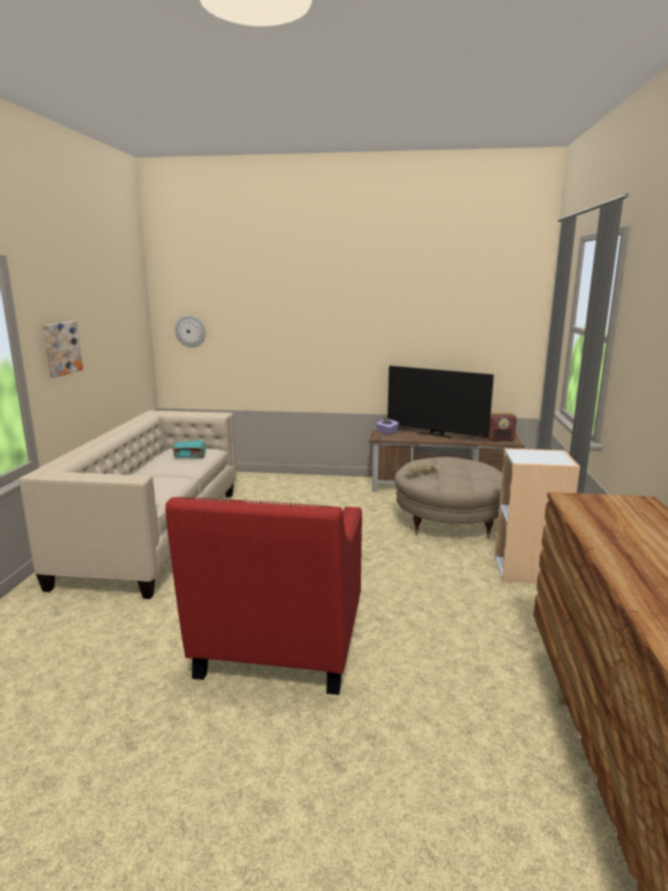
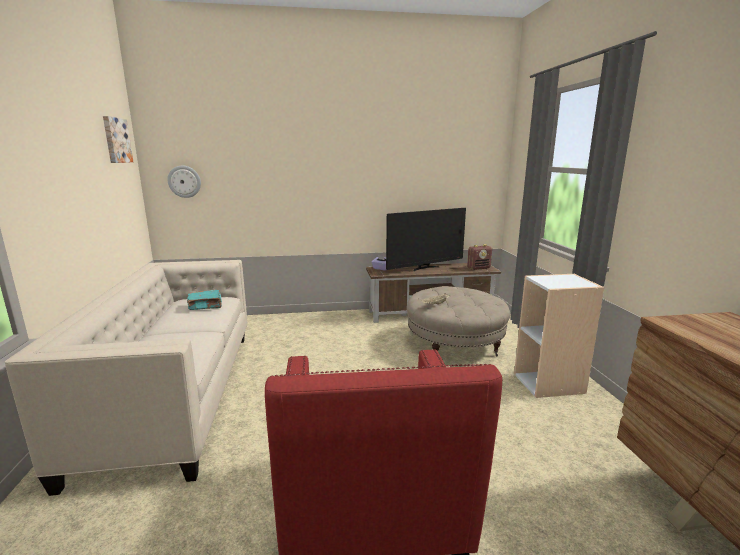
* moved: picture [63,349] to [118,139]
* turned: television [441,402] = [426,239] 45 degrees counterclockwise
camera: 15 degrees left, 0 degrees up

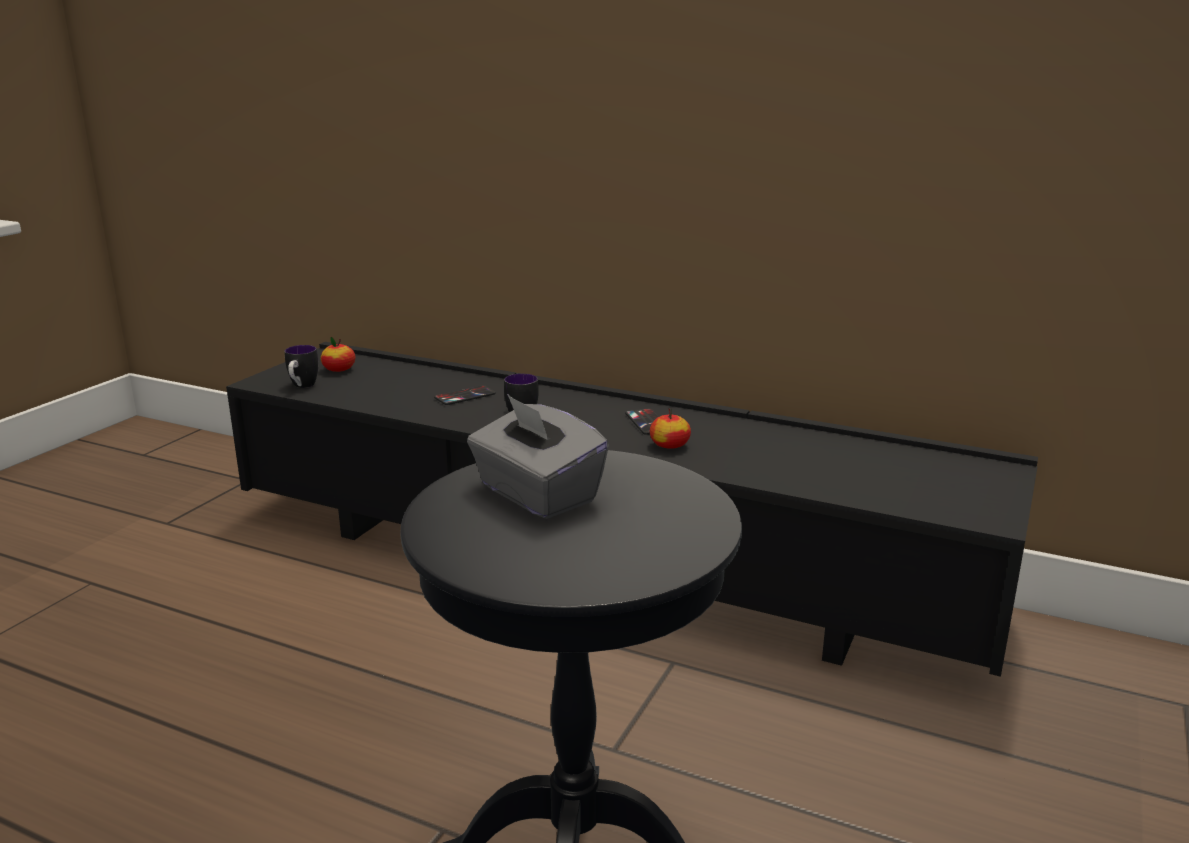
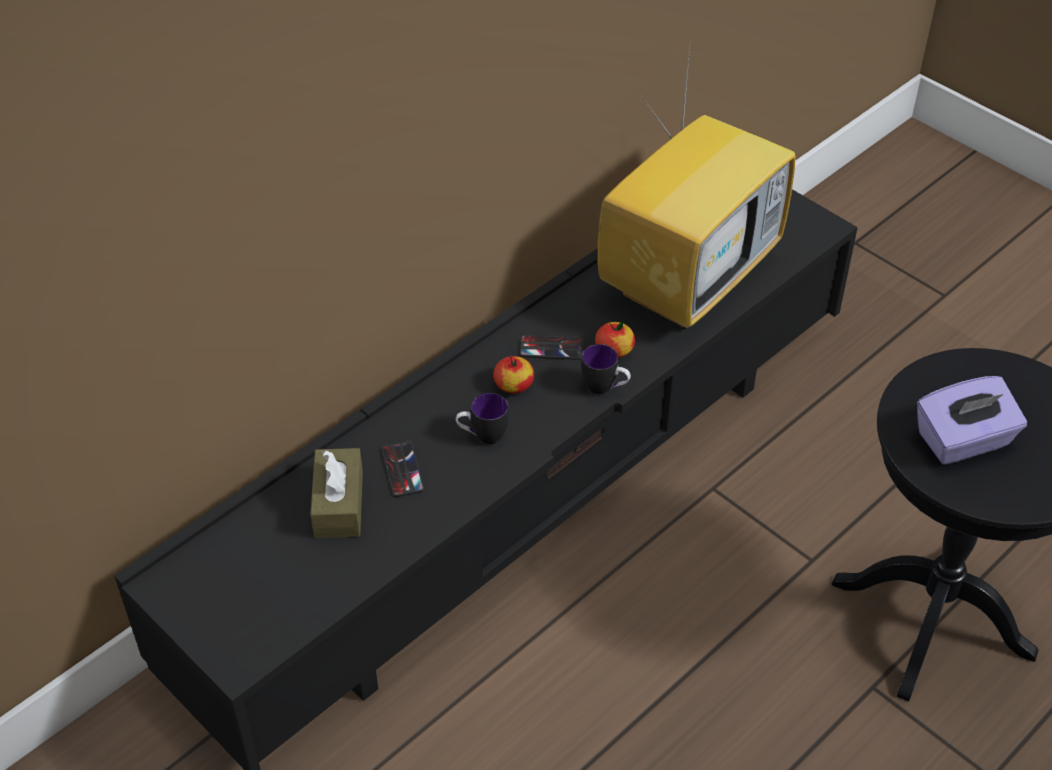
* added: brown tissue box [336,493]
* added: television [697,183]
* moved: mug [301,366] to [606,369]
* moved: apple [338,354] to [513,374]
* recoloured: grey tissue box [538,456] to purple tissue box [972,420]
camera: 70 degrees left, 25 degrees up

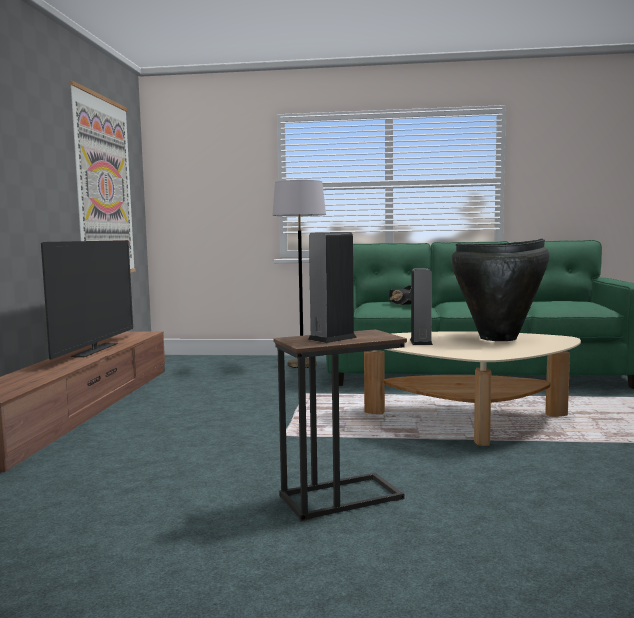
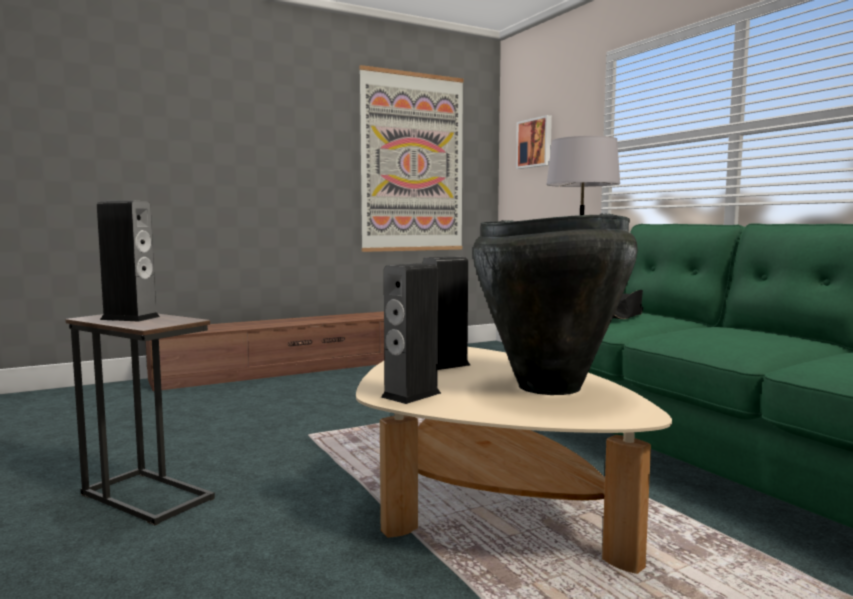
* removed: television [87,300]
* added: speaker [411,333]
* added: picture [534,142]
camera: 55 degrees right, 0 degrees up

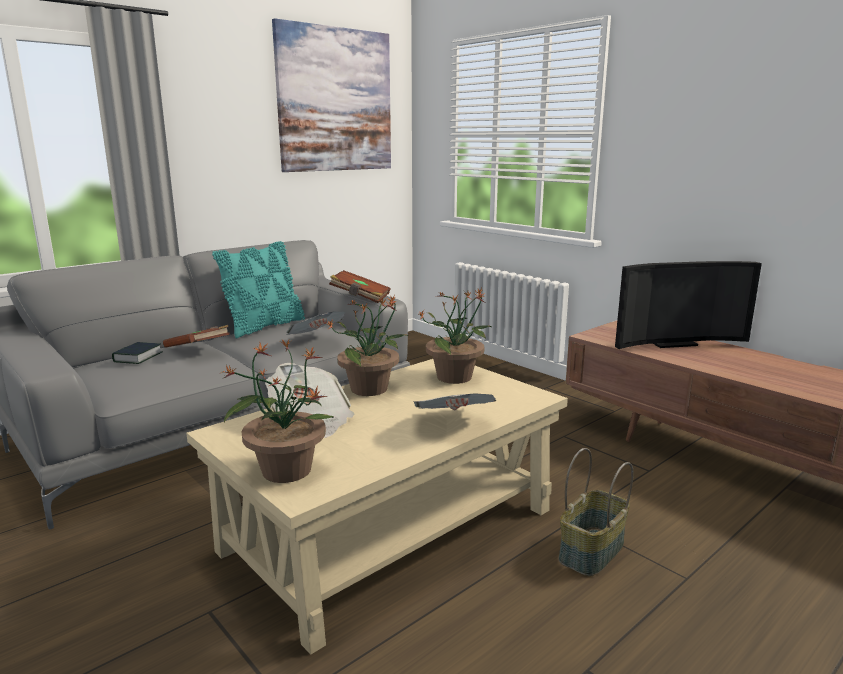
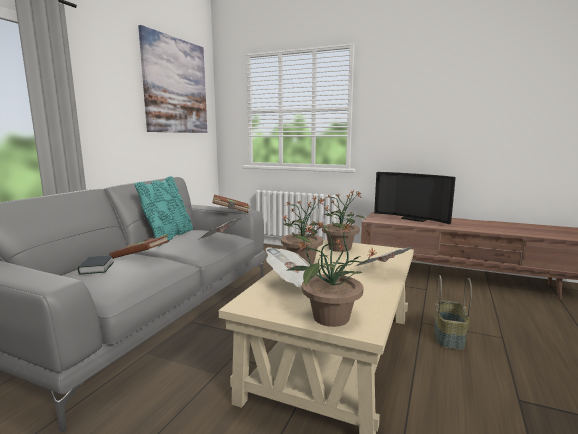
* turned: television [688,305] = [415,198] 75 degrees clockwise
camera: 25 degrees left, 5 degrees down

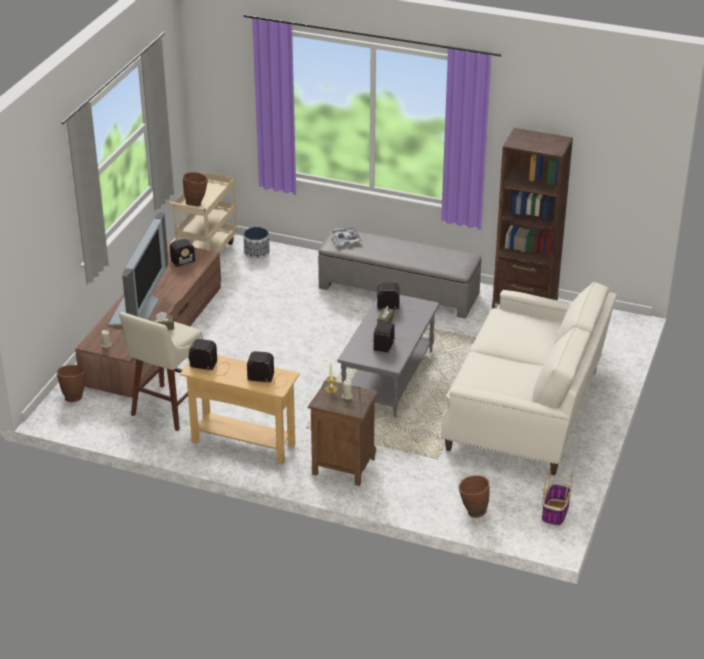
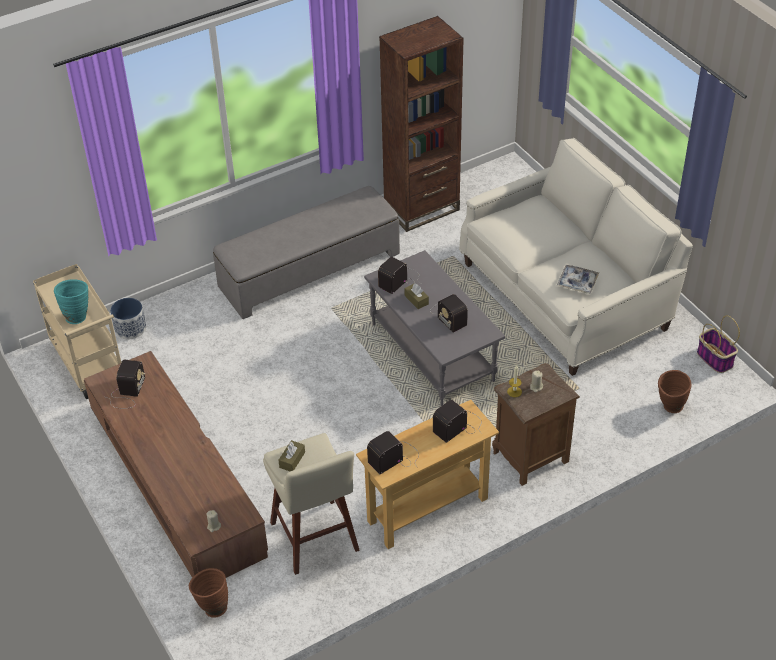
* removed: television [138,269]
* moved: tray [346,236] to [578,279]
* recoloured: brown vase [195,189] to turquoise vase [71,301]
camera: 50 degrees left, 10 degrees up

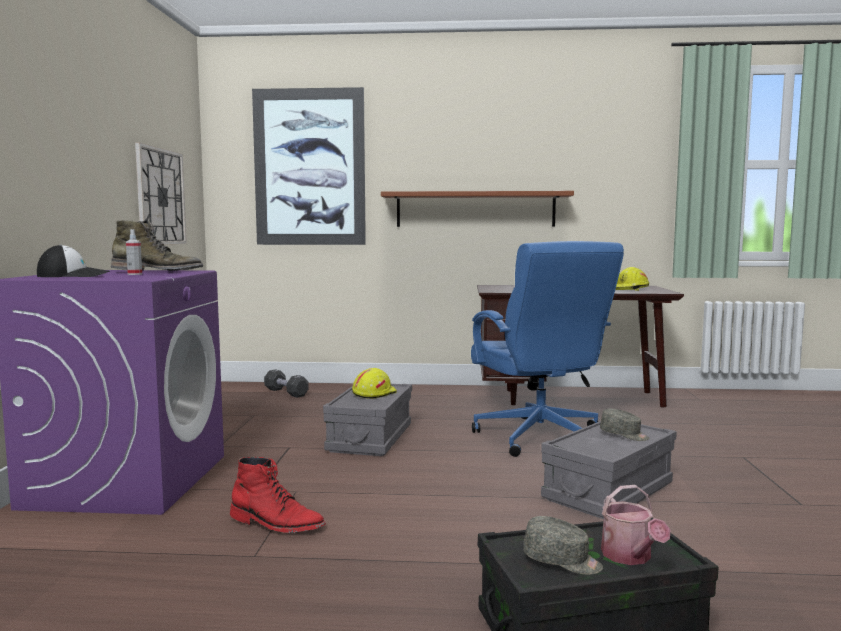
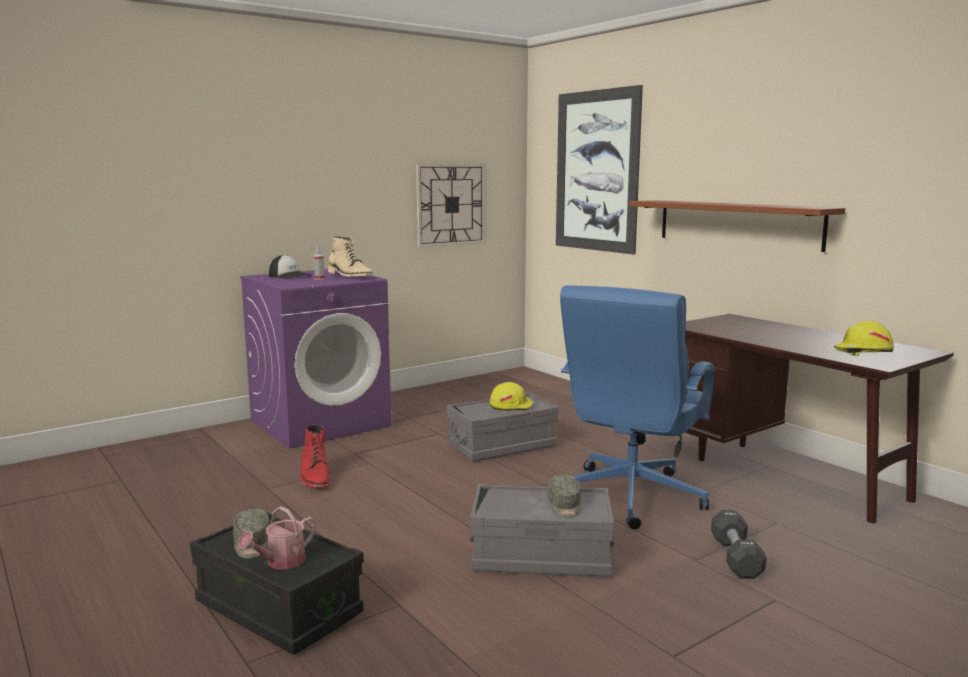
* moved: black dumbbell [286,383] to [739,544]
* recoloured: green boot [157,245] to beige boot [351,256]
camera: 50 degrees right, 5 degrees up

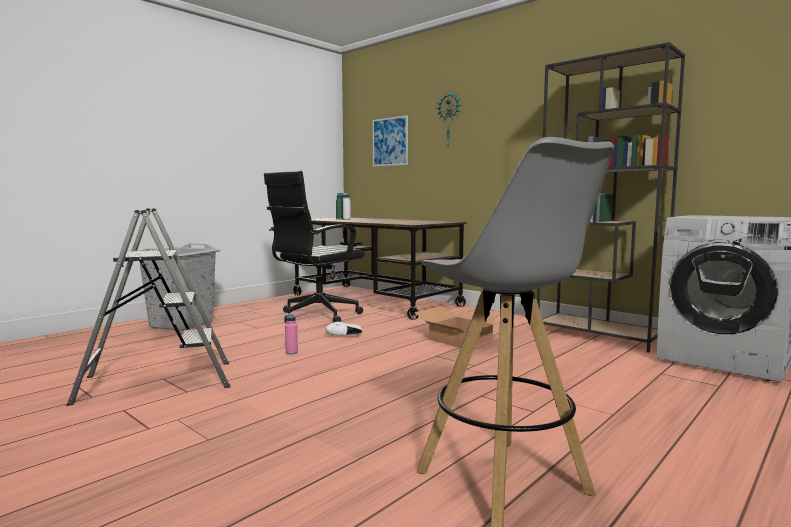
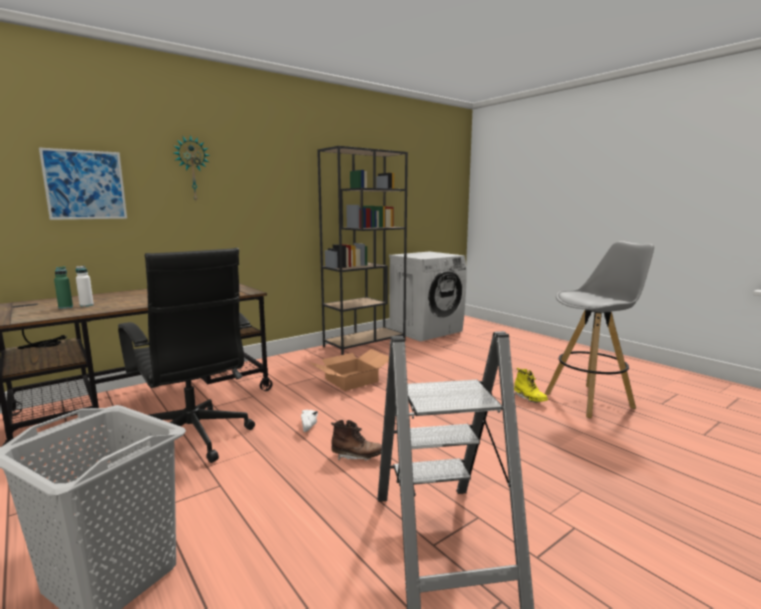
* added: yellow boot [531,385]
* replaced: pink bottle [291,334] to brown boot [356,440]
camera: 80 degrees left, 5 degrees up

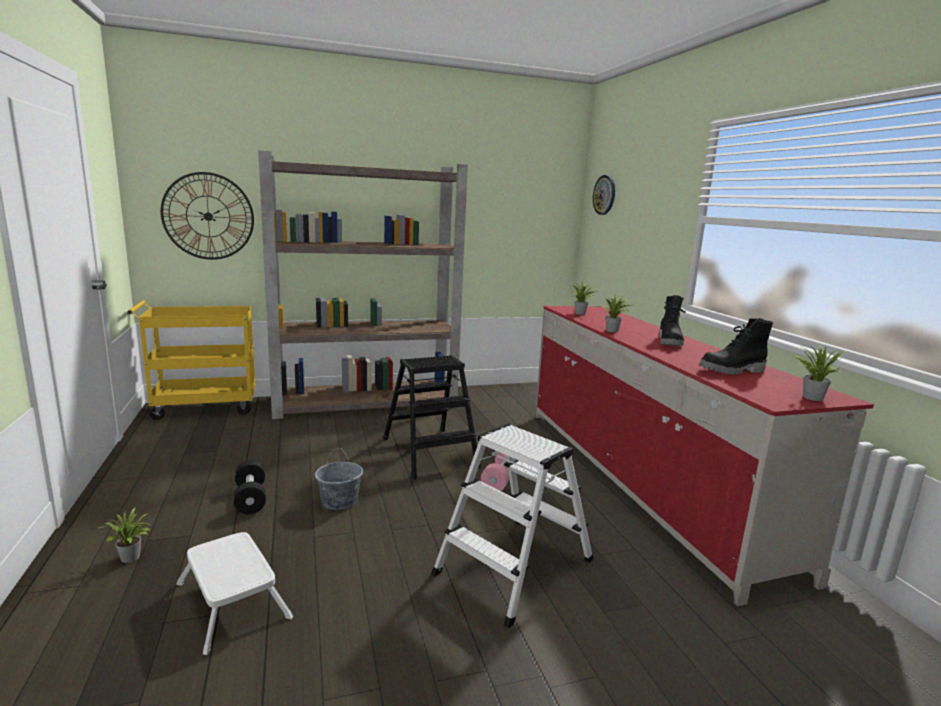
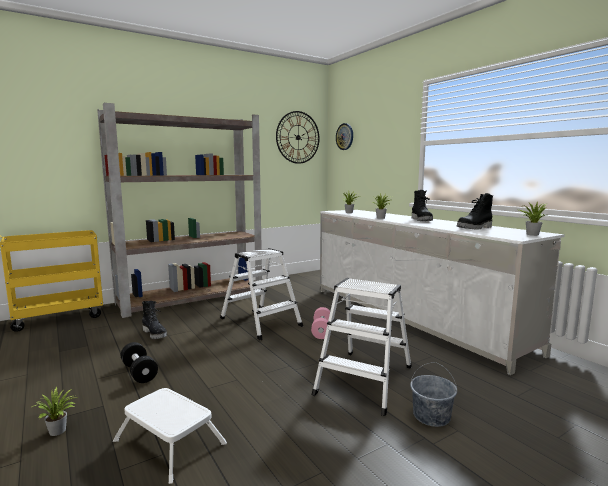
* added: black boot [154,320]
* moved: wall clock [207,216] to [297,137]
* moved: grey bucket [339,479] to [433,394]
* recoloured: black step ladder [432,417] to white step ladder [261,294]
* recoloured: red cabinet [705,456] to white cabinet [442,292]
camera: 15 degrees left, 5 degrees down

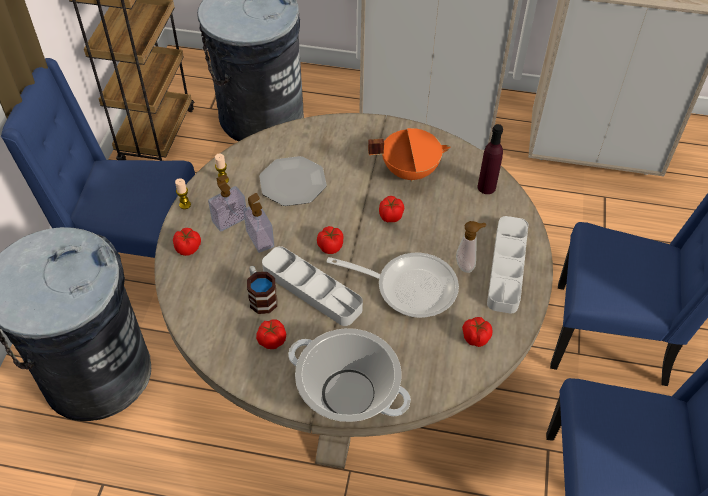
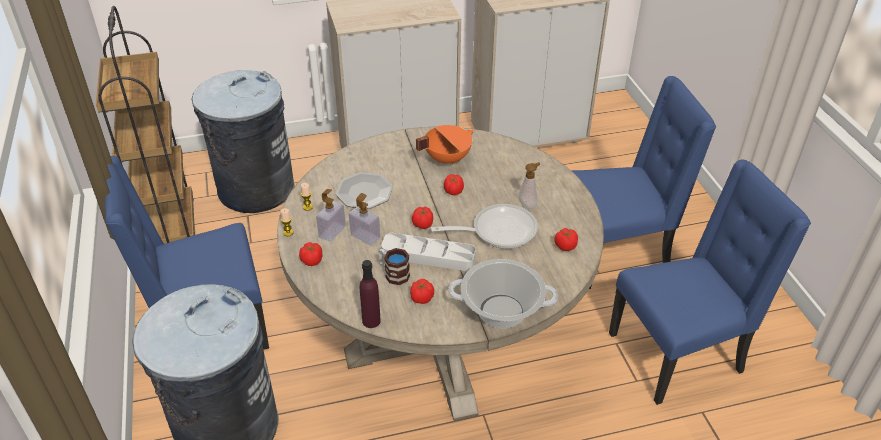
* removed: grey tray [508,265]
* moved: purple bottle [490,159] to [370,294]
camera: 25 degrees left, 10 degrees down

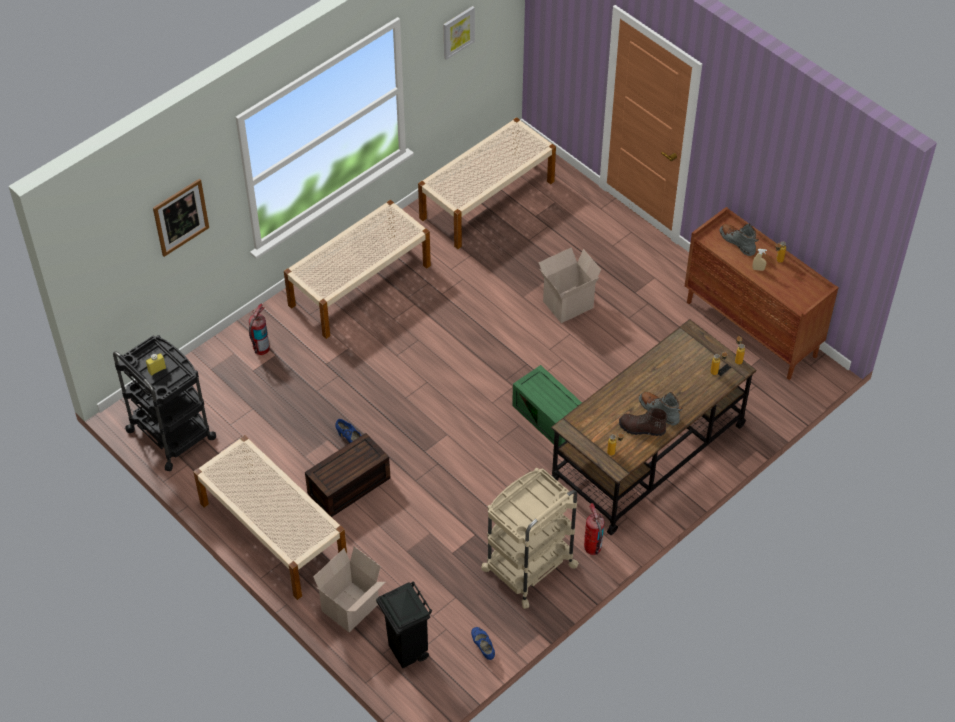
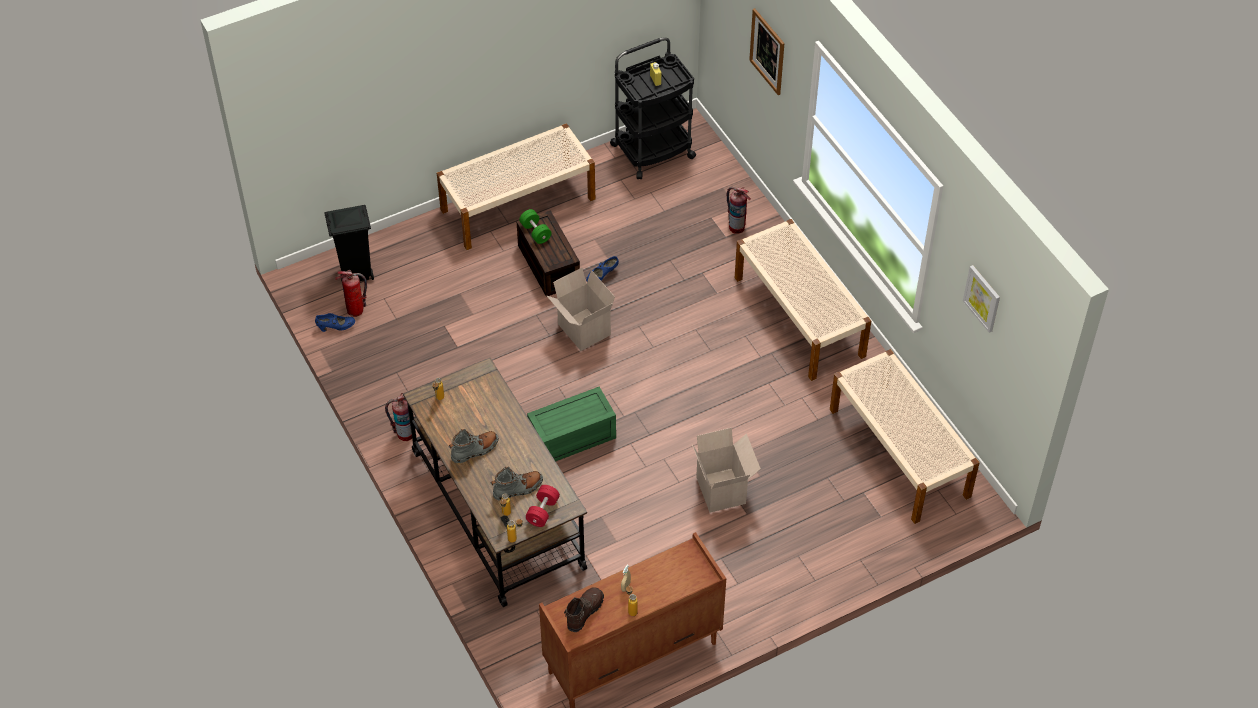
* removed: beige cart [530,538]
* added: fire extinguisher [351,293]
* added: green dumbbell [535,226]
* added: red dumbbell [542,506]
* moved: cardboard box [350,589] to [581,309]
* moved: brown boot [643,422] to [584,609]
* moved: grey boot [739,239] to [516,483]
camera: 105 degrees right, 0 degrees up

